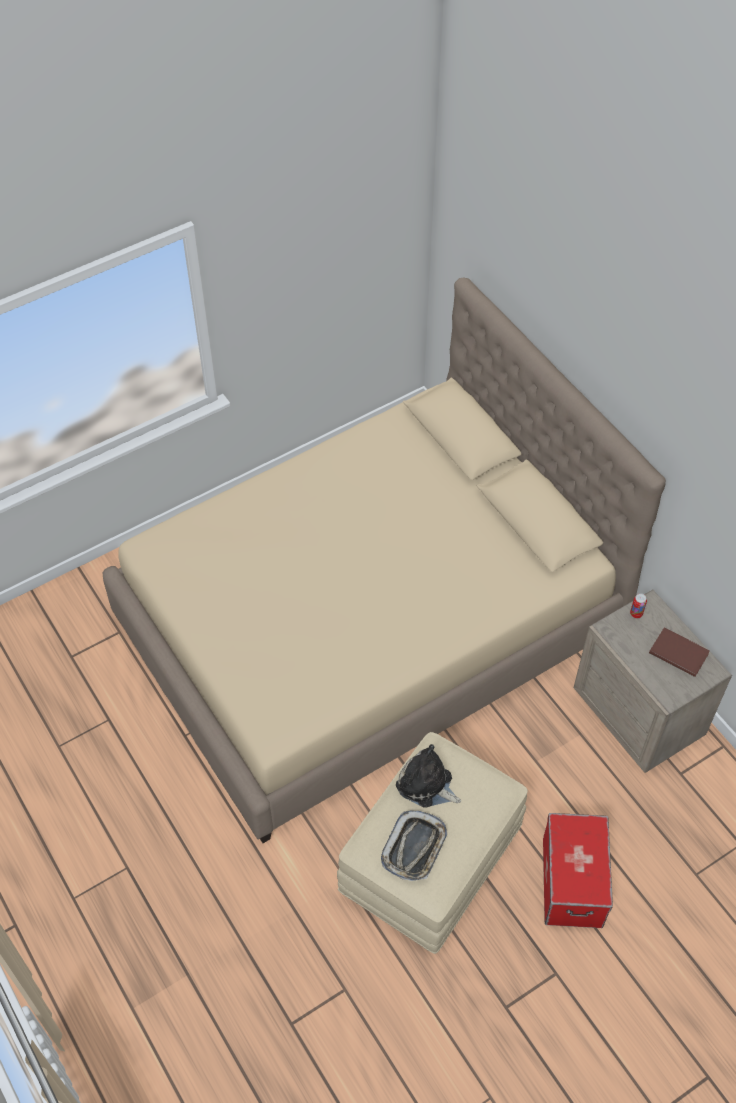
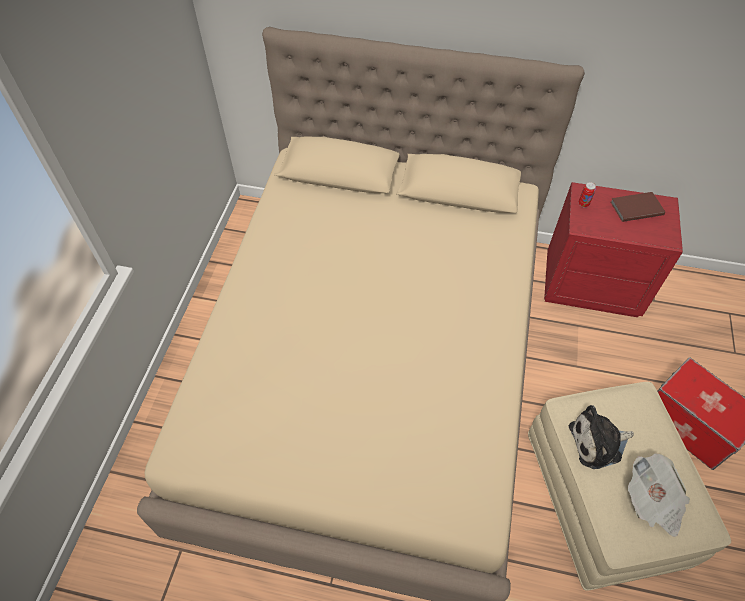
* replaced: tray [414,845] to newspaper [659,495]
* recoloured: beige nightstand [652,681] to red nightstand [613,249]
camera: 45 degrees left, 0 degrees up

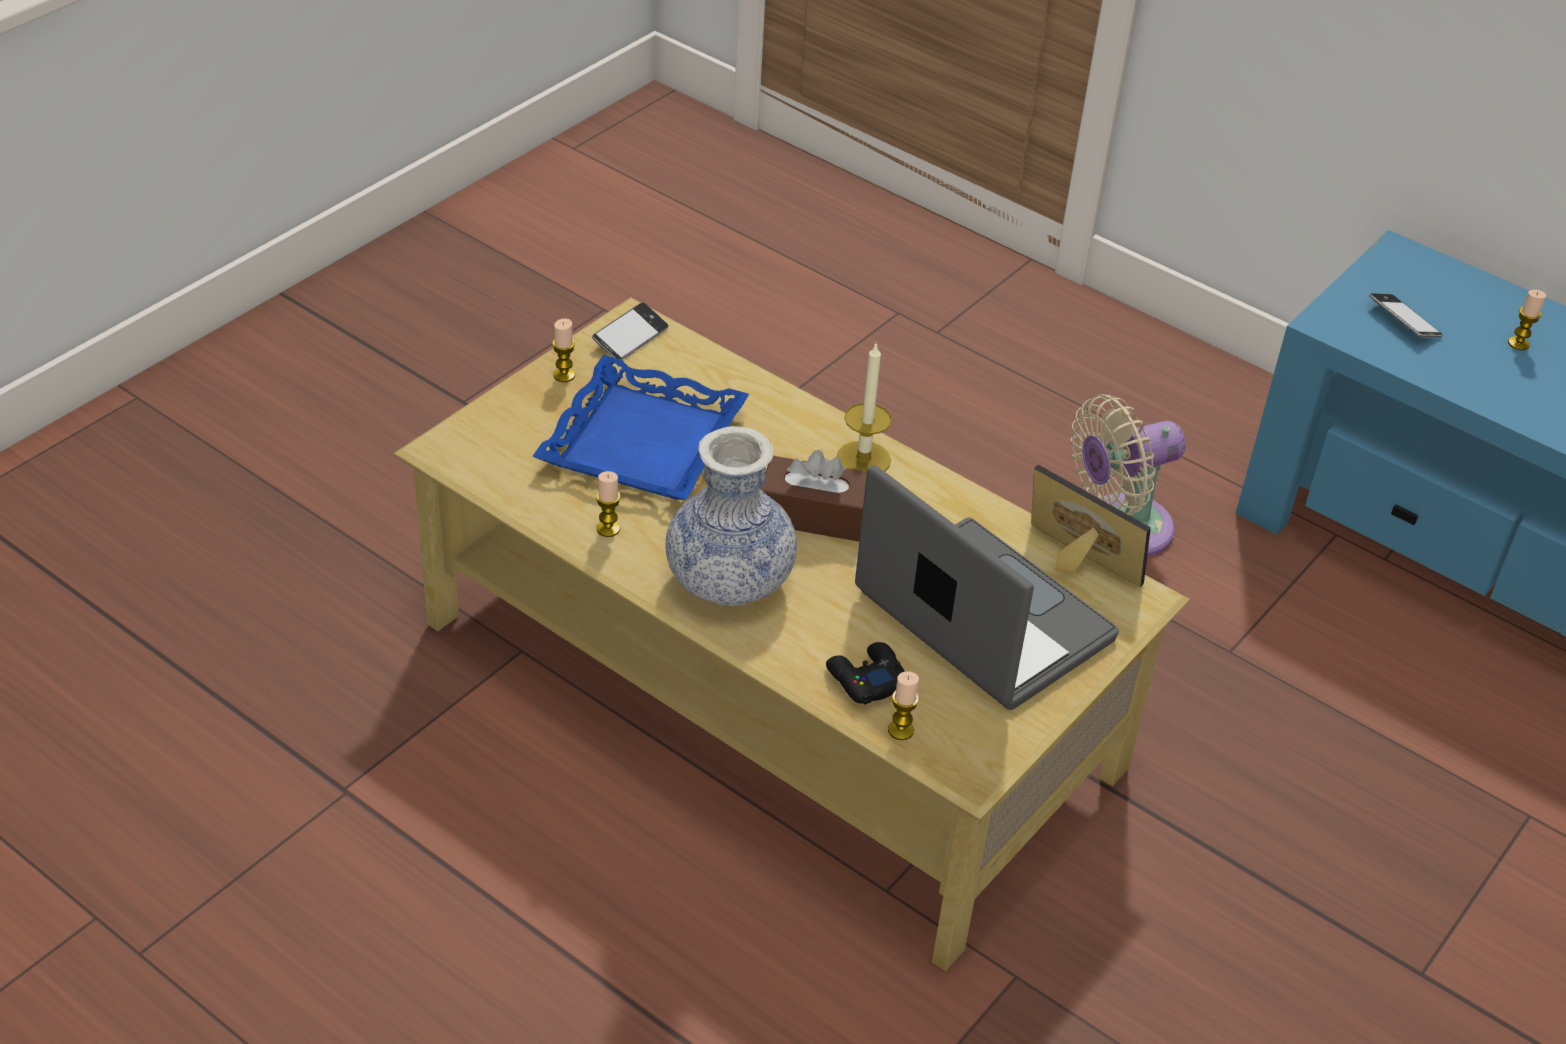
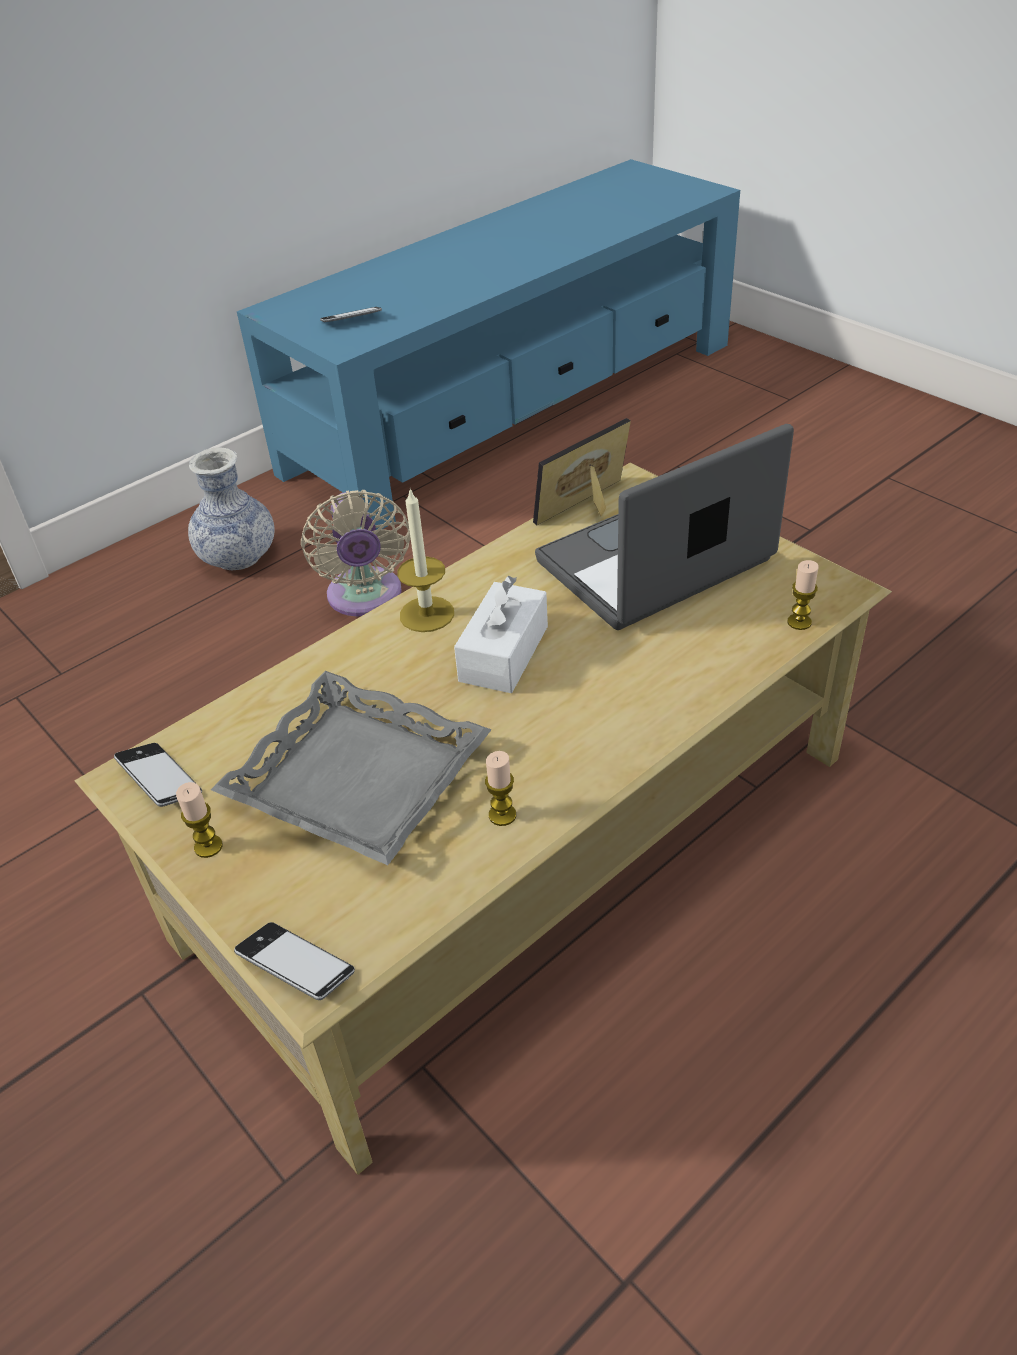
* removed: black game controller [865,673]
* removed: candle [1527,320]
* added: phone [294,961]
* moved: vase [731,516] to [231,508]
* recoloured: blue tray [640,427] to grey tray [351,768]
* recoloured: brown tissue box [813,496] to white tissue box [501,634]
camera: 75 degrees left, 0 degrees up

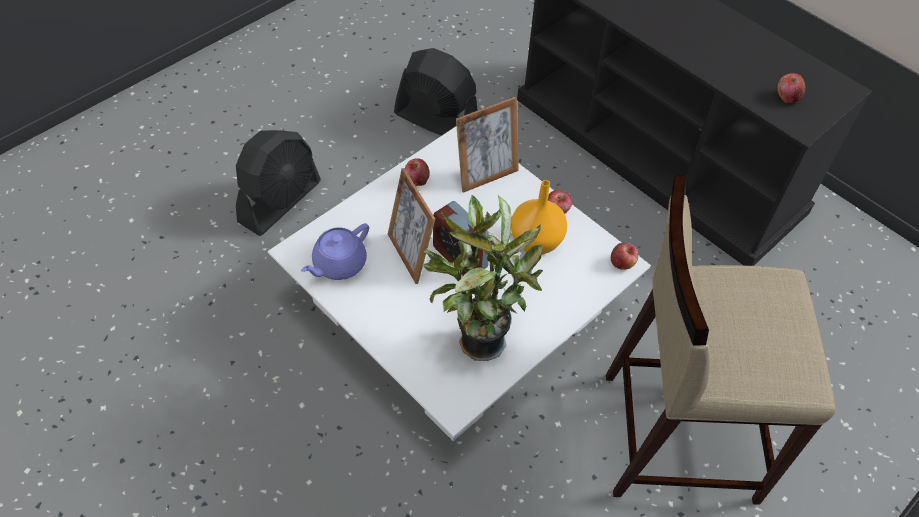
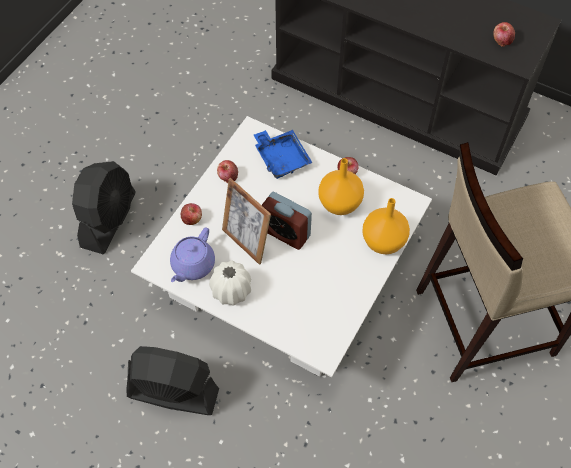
* removed: potted plant [482,278]
* added: white vase [230,282]
* added: orange vase [386,226]
* moved: black fan [436,92] to [172,380]
* moved: apple [624,256] to [191,214]
* replaced: picture frame [487,145] to blue tray [283,154]
camera: 15 degrees left, 5 degrees up

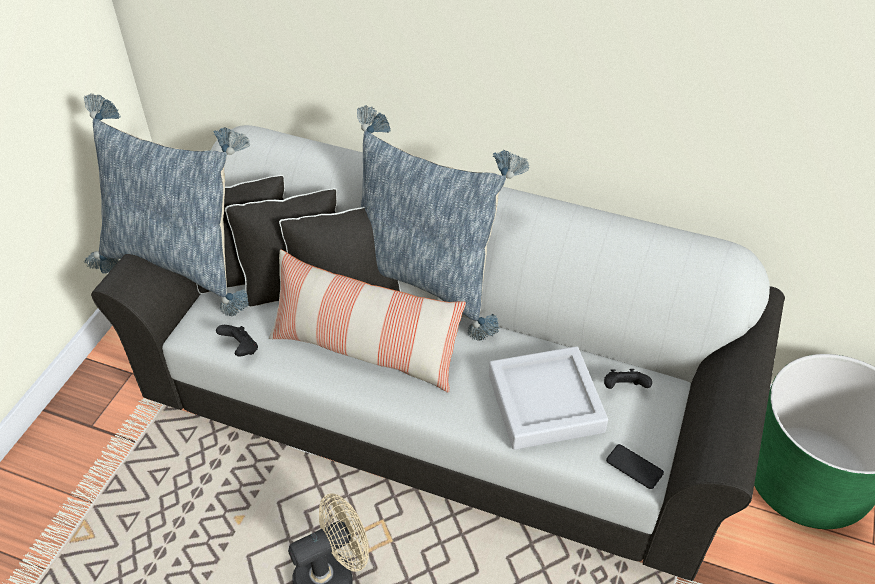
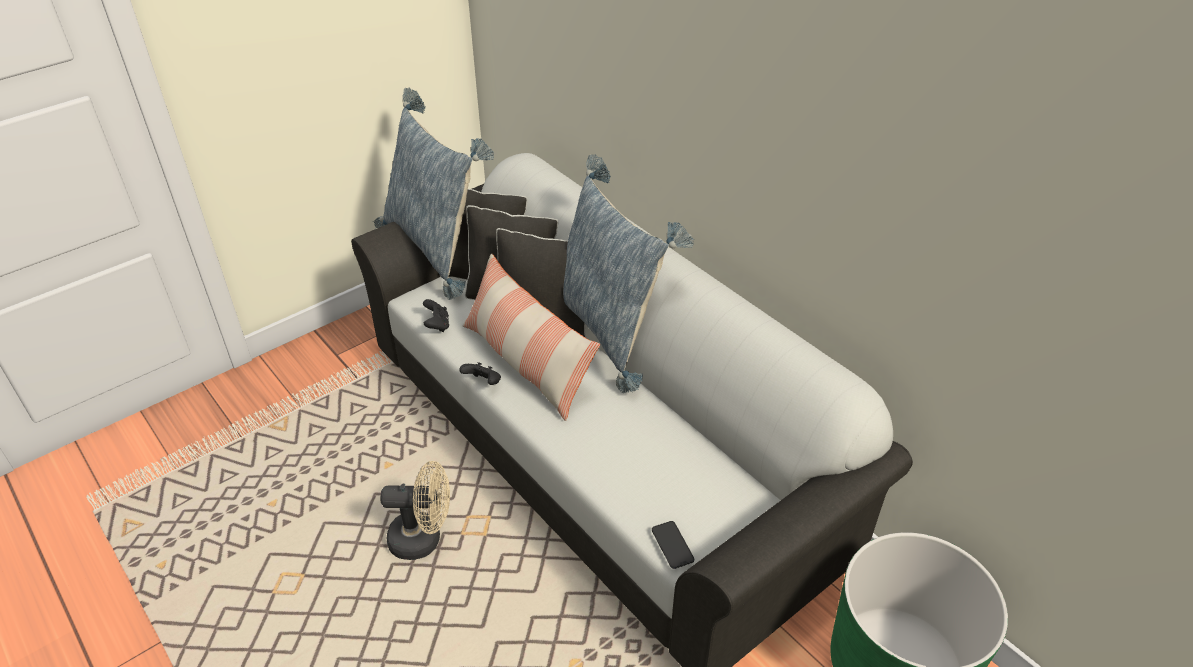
* removed: grey tray [548,398]
* moved: black game controller [628,379] to [480,373]
camera: 30 degrees right, 5 degrees down

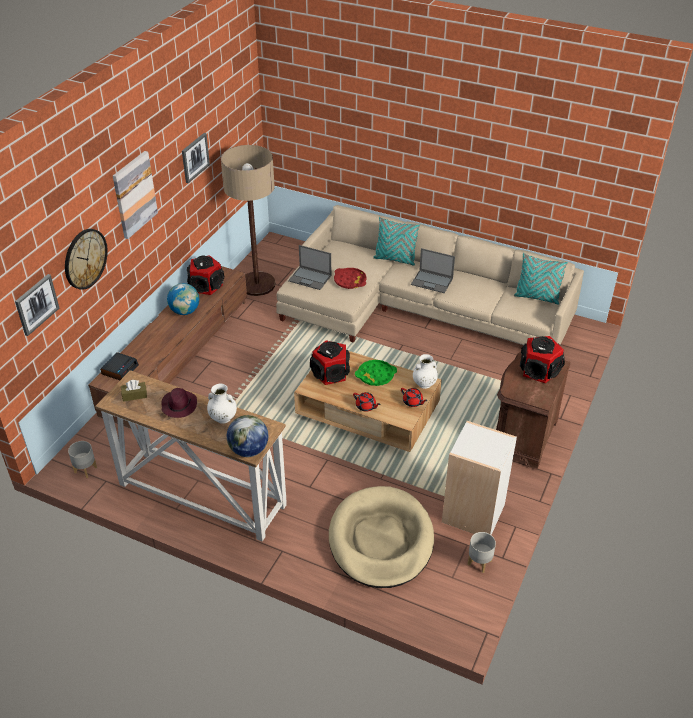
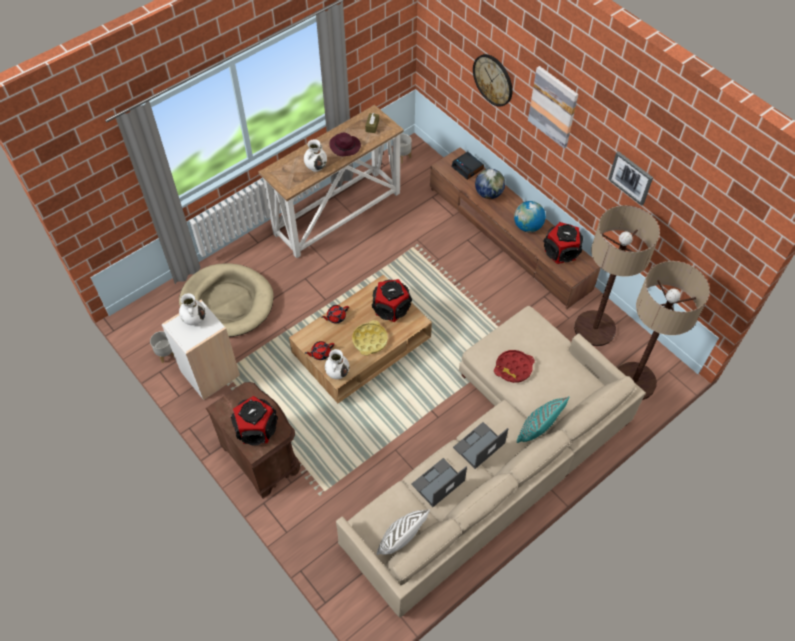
* removed: picture [37,305]
* added: white vase [192,309]
* added: floor lamp [664,330]
* moved: globe [247,436] to [490,184]
* moved: laptop [310,267] to [439,482]
* recoloured: green tray [376,373] to yellow tray [370,338]
* recoloured: turquoise pillow [541,279] to white pillow [403,532]
camera: 115 degrees right, 15 degrees up

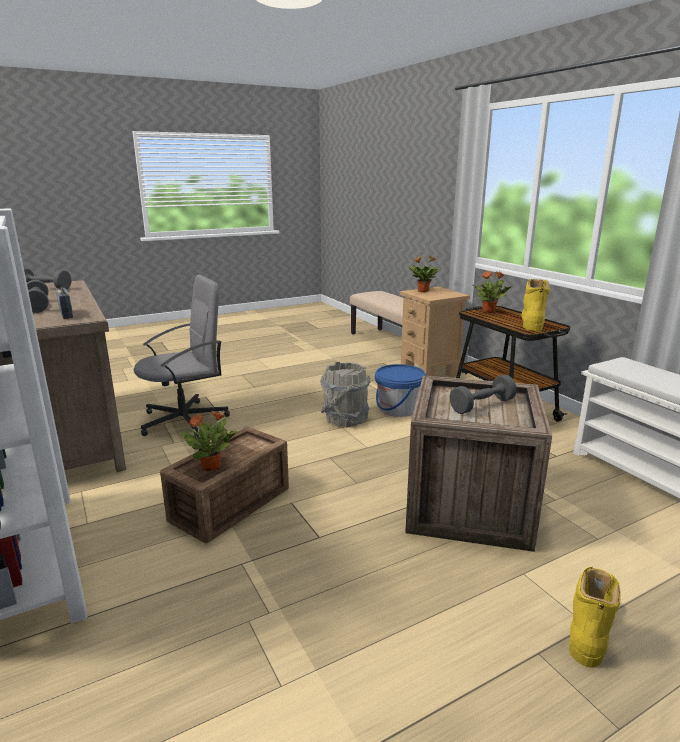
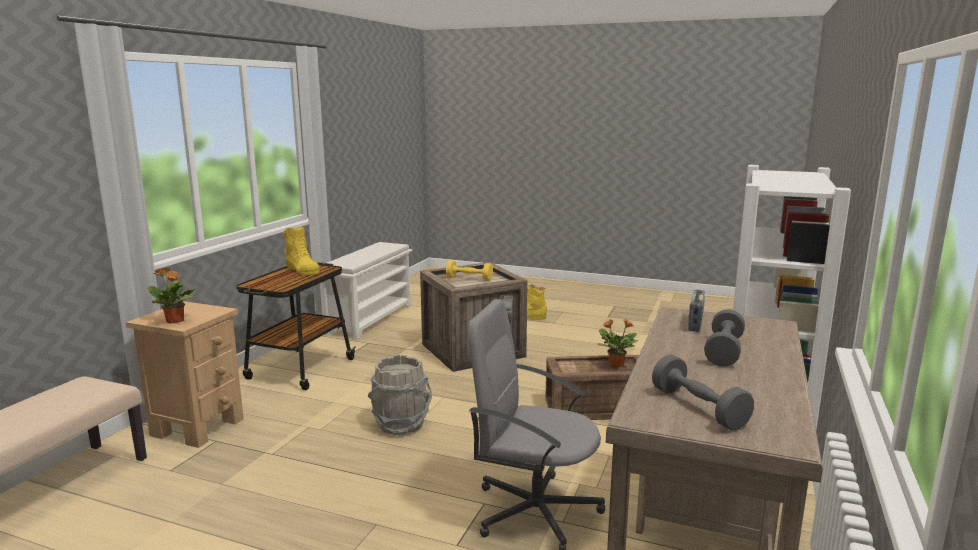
* removed: blue bucket [400,390]
* removed: potted plant [492,292]
* recoloured: grey dumbbell [483,394] to yellow dumbbell [469,270]
* turned: yellow boot [535,305] = [301,250] 105 degrees counterclockwise
camera: 130 degrees left, 5 degrees down

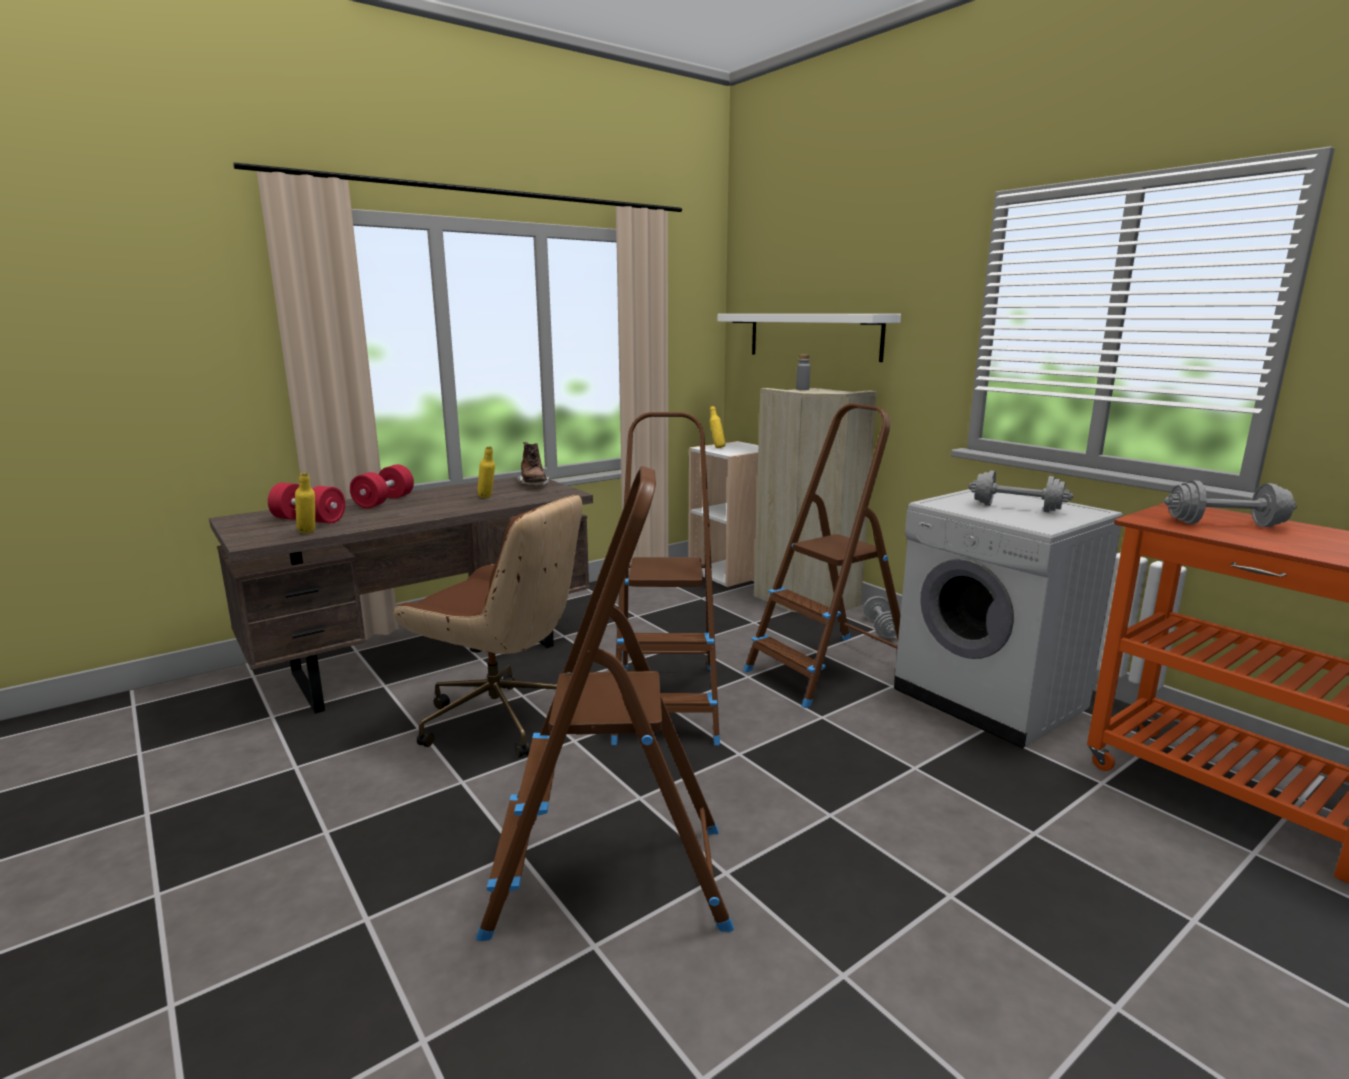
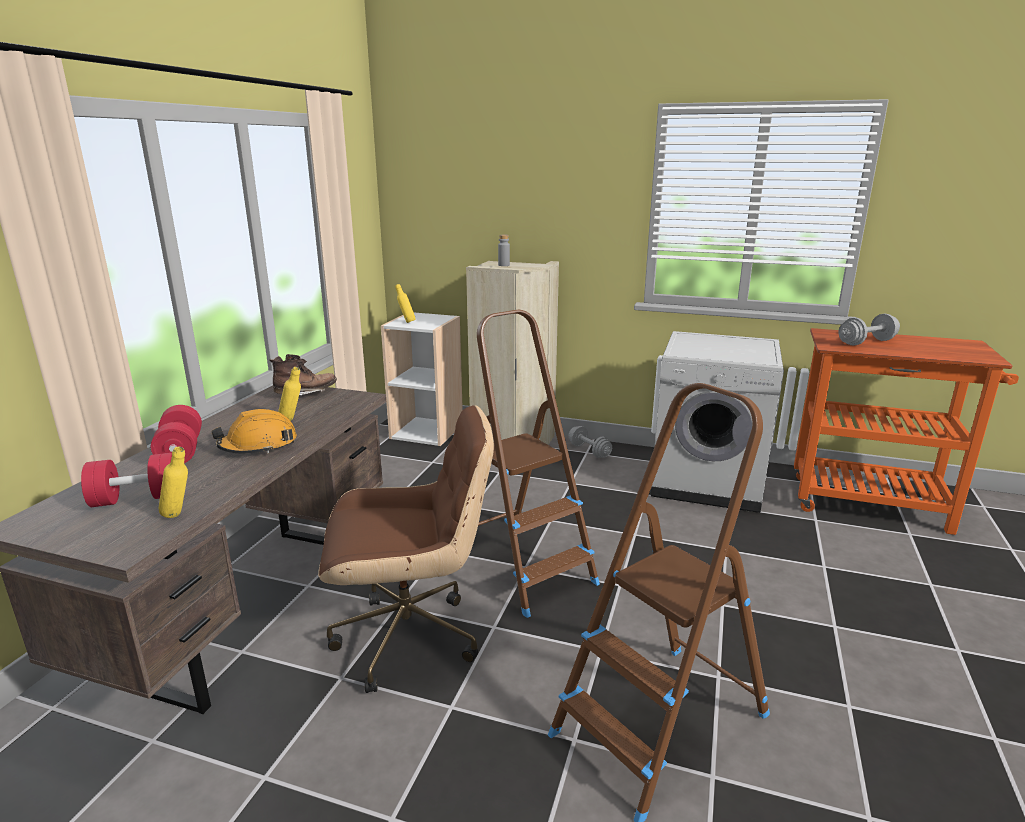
* removed: white shelf [809,338]
* removed: brown step ladder [821,555]
* removed: grey dumbbell [1021,491]
* added: orange hard hat [254,431]
* turned: brown boot [532,464] = [303,374] 60 degrees counterclockwise
camera: 35 degrees left, 5 degrees up

